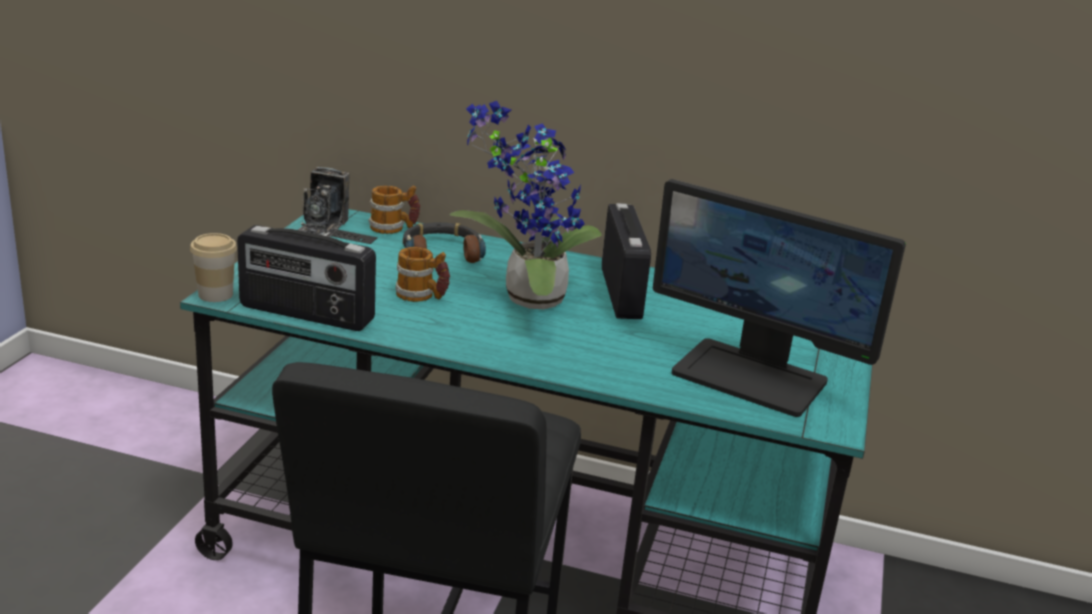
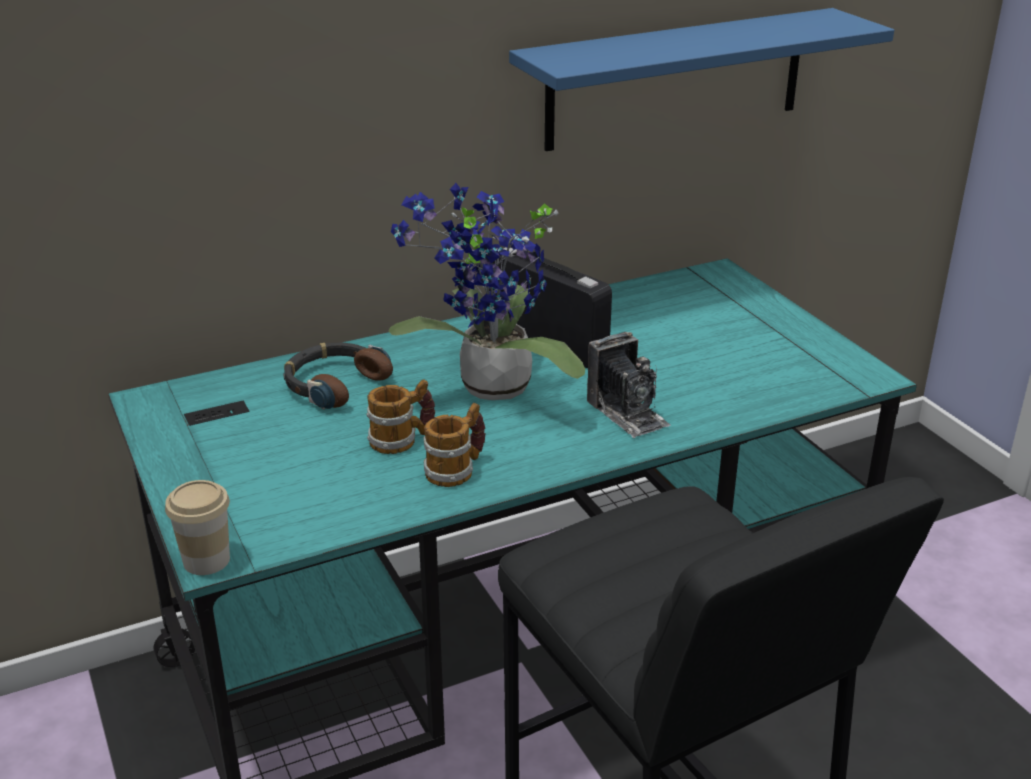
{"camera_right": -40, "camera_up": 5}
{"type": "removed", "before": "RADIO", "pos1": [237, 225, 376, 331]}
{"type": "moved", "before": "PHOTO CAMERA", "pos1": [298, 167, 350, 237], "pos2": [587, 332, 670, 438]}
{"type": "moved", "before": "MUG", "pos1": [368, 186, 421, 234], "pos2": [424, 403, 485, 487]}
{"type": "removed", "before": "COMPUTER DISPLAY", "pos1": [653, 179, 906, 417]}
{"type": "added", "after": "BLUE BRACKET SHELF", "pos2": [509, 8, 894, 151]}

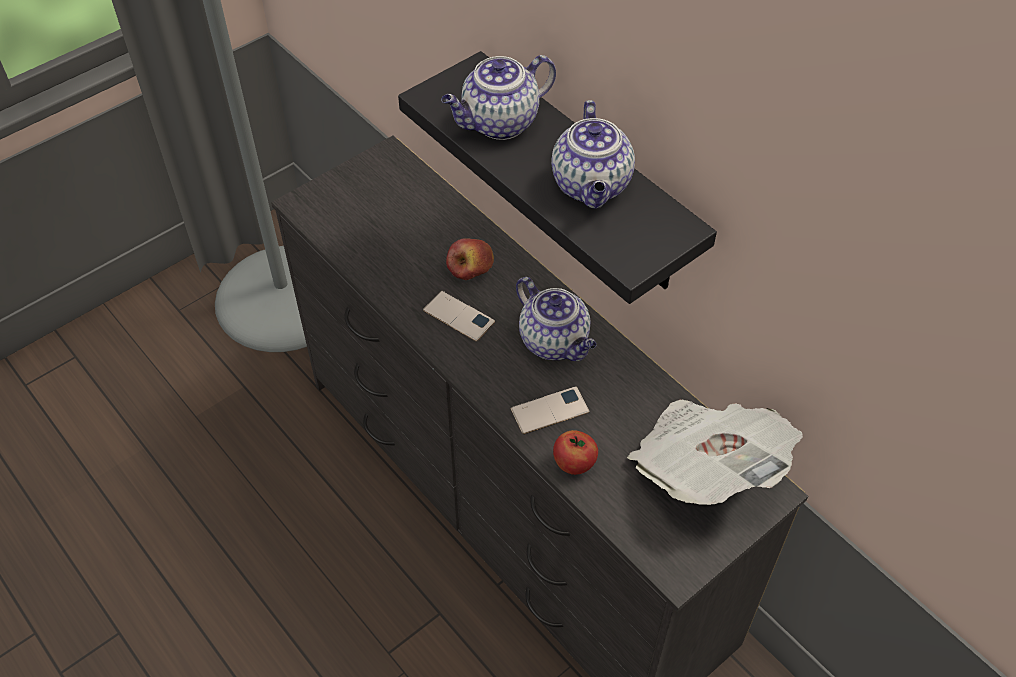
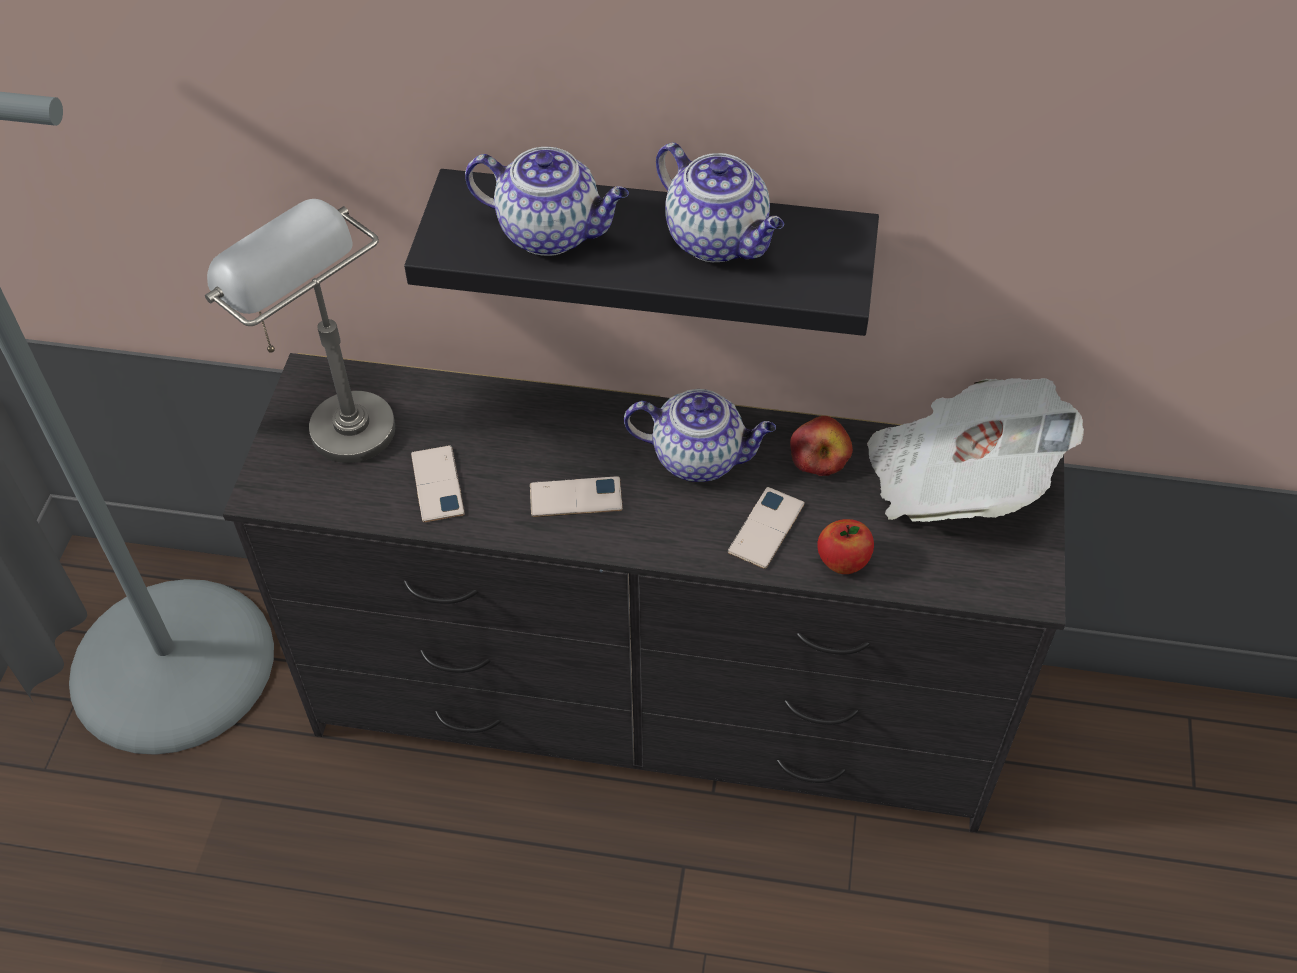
{"camera_right": -40, "camera_up": 0}
{"type": "turned", "before": "TEAPOT", "pos1": [441, 55, 556, 140], "pos2": [465, 147, 629, 256], "turn": -90}
{"type": "moved", "before": "WHOLE APPLE", "pos1": [446, 238, 494, 280], "pos2": [790, 416, 853, 476]}
{"type": "added", "after": "GREY TABLE LAMP", "pos2": [205, 199, 395, 463]}
{"type": "added", "after": "HANDSET", "pos2": [411, 445, 464, 523]}

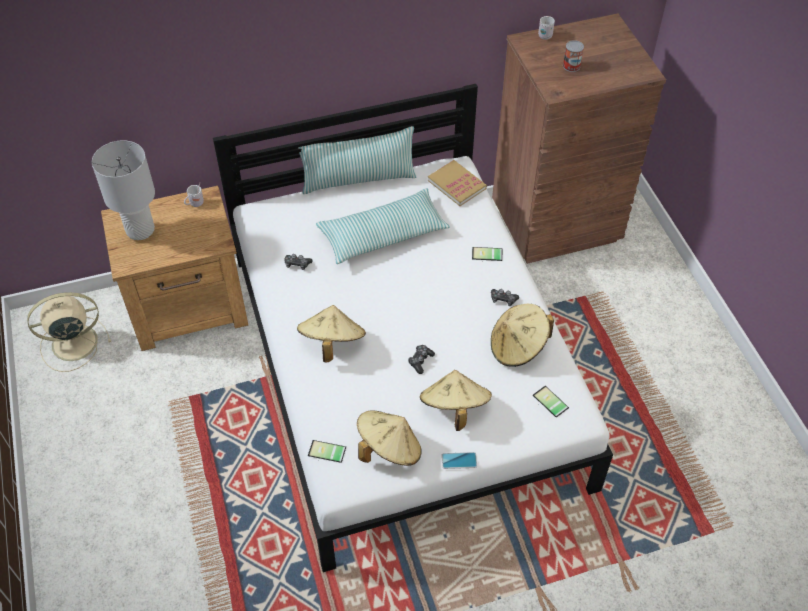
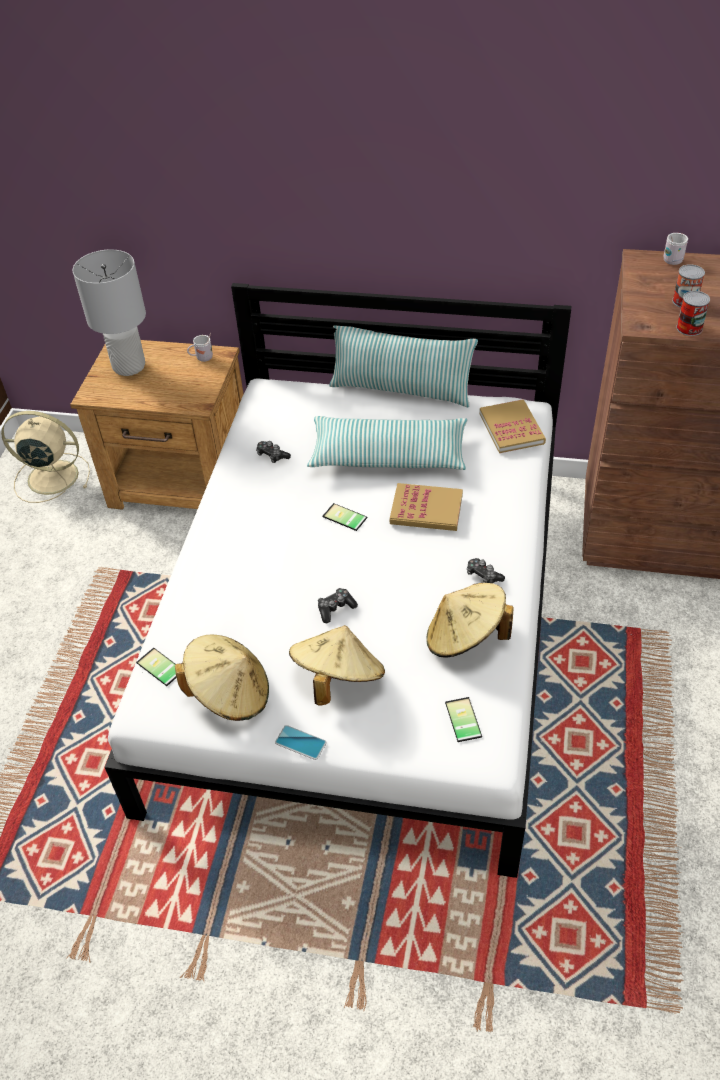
{"camera_right": 30, "camera_up": -5}
{"type": "removed", "before": "BEIGE WEARABLE HAT", "pos1": [297, 305, 366, 363]}
{"type": "moved", "before": "HANDSET", "pos1": [472, 247, 502, 261], "pos2": [323, 503, 367, 531]}
{"type": "added", "after": "BOOK", "pos2": [390, 483, 463, 531]}
{"type": "added", "after": "METAL CAN", "pos2": [676, 291, 710, 336]}

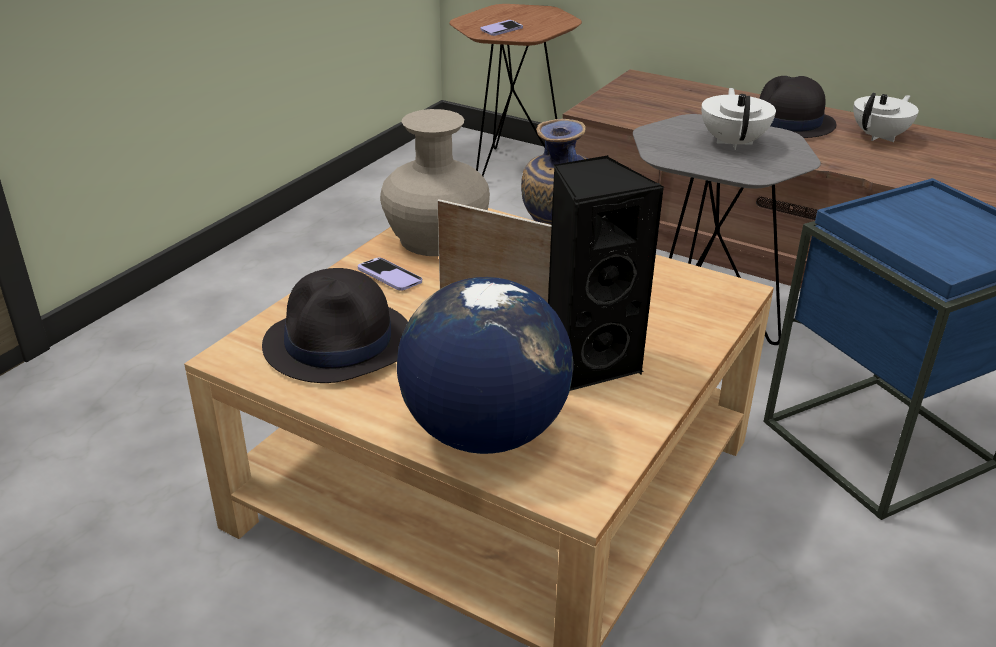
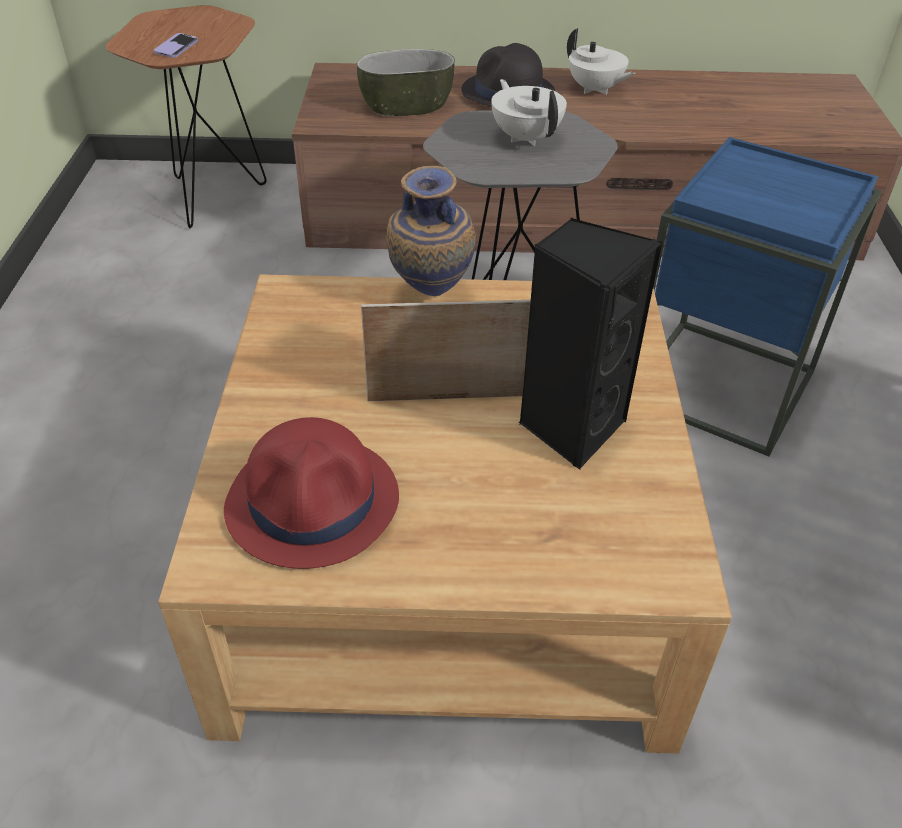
{"camera_right": -30, "camera_up": 10}
{"type": "recoloured", "before": "BLACK WEARABLE HAT", "after": "RED WEARABLE HAT", "pos1": [262, 268, 408, 383], "pos2": [224, 417, 399, 569]}
{"type": "removed", "before": "HANDSET", "pos1": [358, 258, 422, 291]}
{"type": "removed", "before": "BEIGE VASE", "pos1": [380, 109, 490, 256]}
{"type": "removed", "before": "DESK GLOBE", "pos1": [397, 277, 573, 454]}
{"type": "turned", "before": "WHITE-COLOURED TEAPOT", "pos1": [853, 93, 919, 142], "pos2": [567, 28, 636, 95], "turn": 120}
{"type": "added", "after": "DEEP DISH", "pos2": [356, 49, 455, 116]}

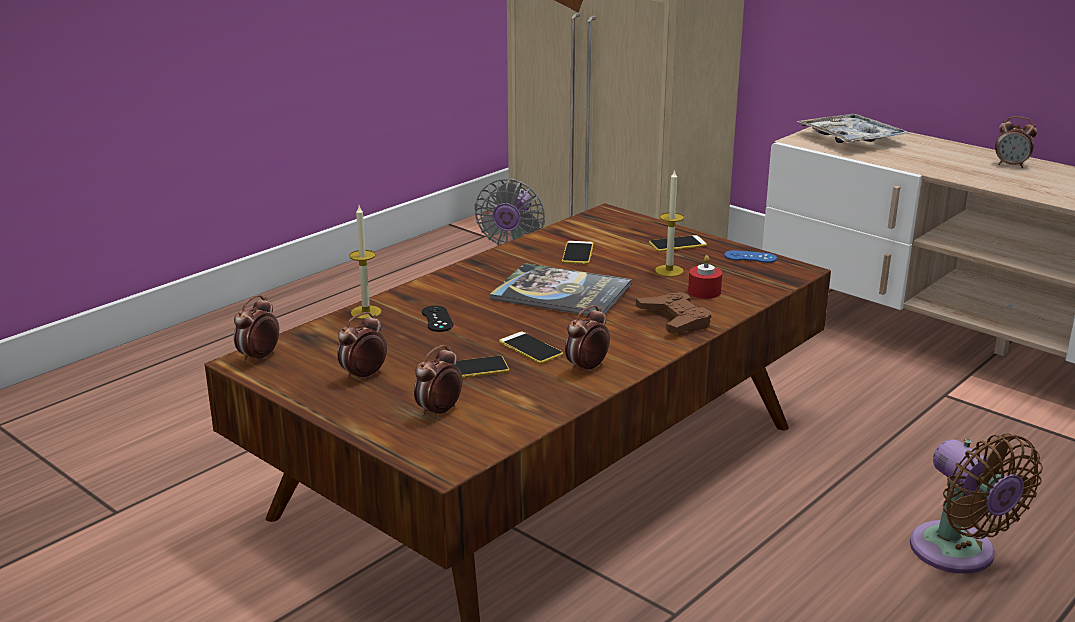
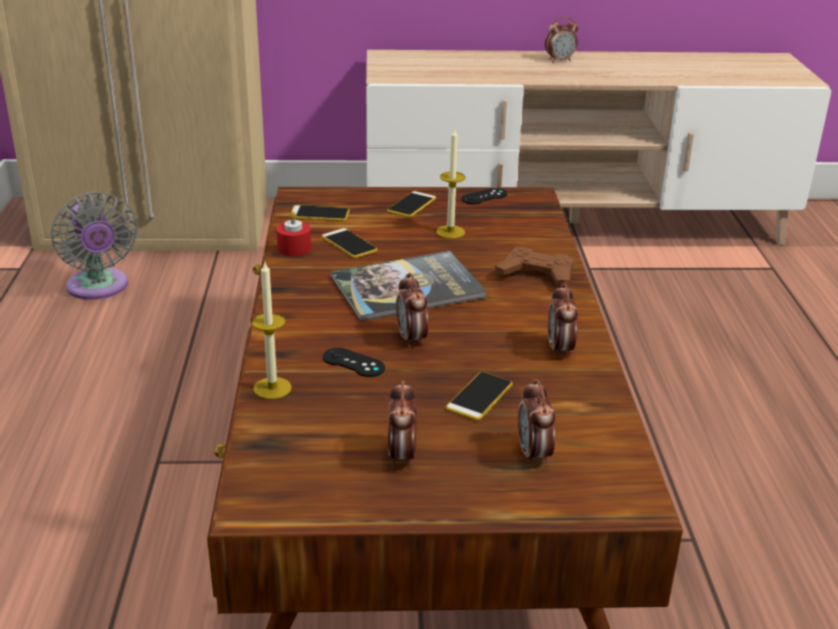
{"camera_right": -45, "camera_up": 5}
{"type": "moved", "before": "TABLE CLOCK", "pos1": [234, 295, 279, 363], "pos2": [396, 273, 429, 348]}
{"type": "moved", "before": "HANDSET", "pos1": [499, 332, 563, 364], "pos2": [289, 205, 350, 221]}
{"type": "moved", "before": "RED WAX LIGHT", "pos1": [688, 255, 722, 299], "pos2": [276, 211, 311, 256]}
{"type": "recoloured", "before": "BLUE JOYPAD", "after": "BLACK JOYPAD", "pos1": [724, 250, 777, 263], "pos2": [461, 188, 507, 204]}
{"type": "removed", "before": "SERVING TRAY", "pos1": [797, 114, 911, 143]}
{"type": "removed", "before": "BROWN-COLOURED FAN", "pos1": [910, 434, 1043, 574]}

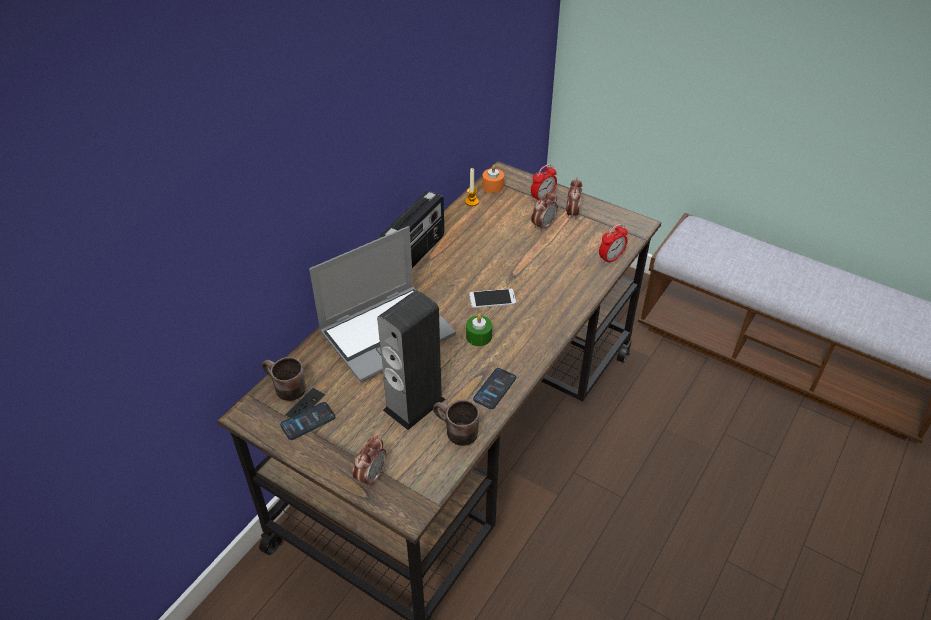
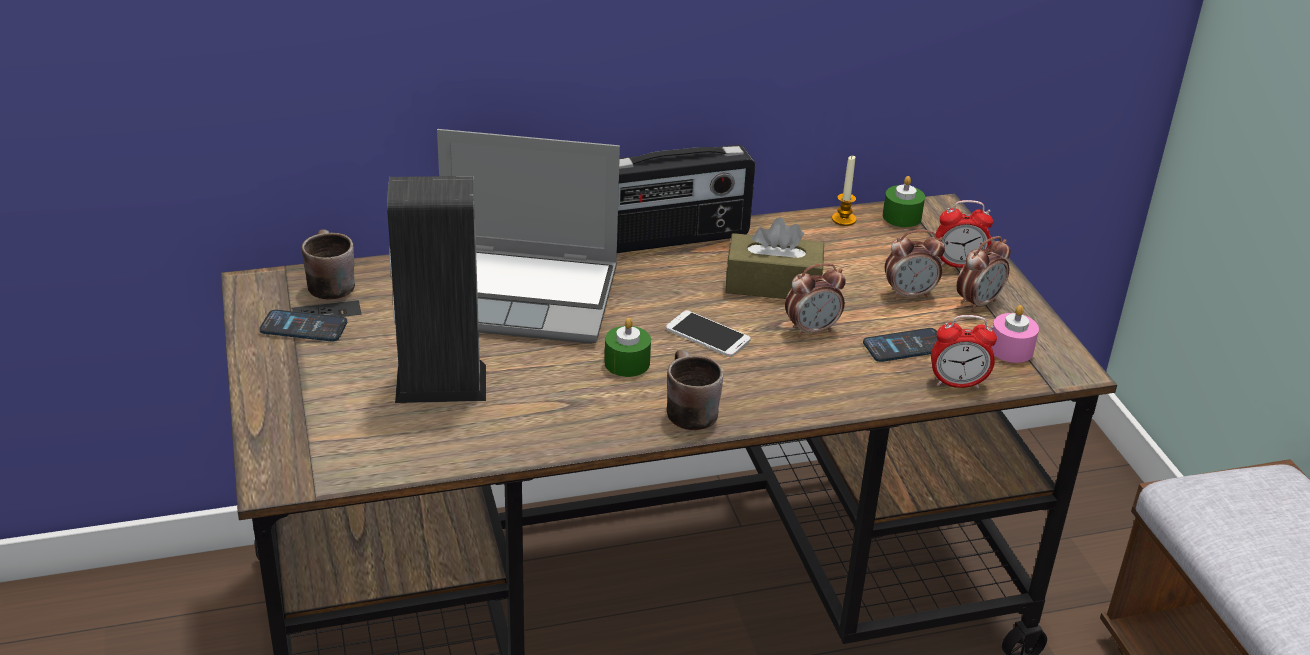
{"camera_right": 40, "camera_up": -10}
{"type": "moved", "before": "TABLE CLOCK", "pos1": [353, 436, 386, 488], "pos2": [785, 263, 846, 338]}
{"type": "moved", "before": "BROWN-COLOURED MUG", "pos1": [433, 400, 479, 446], "pos2": [667, 350, 723, 430]}
{"type": "moved", "before": "HANDSET", "pos1": [473, 368, 516, 409], "pos2": [863, 328, 937, 362]}
{"type": "recoloured", "before": "ORANGE WAX LIGHT", "after": "GREEN WAX LIGHT", "pos1": [482, 165, 504, 193], "pos2": [883, 176, 925, 227]}
{"type": "added", "after": "BROWN-COLOURED BOX OF TISSUES", "pos2": [725, 218, 824, 299]}
{"type": "added", "after": "PINK-COLOURED WAX LIGHT", "pos2": [992, 305, 1039, 363]}

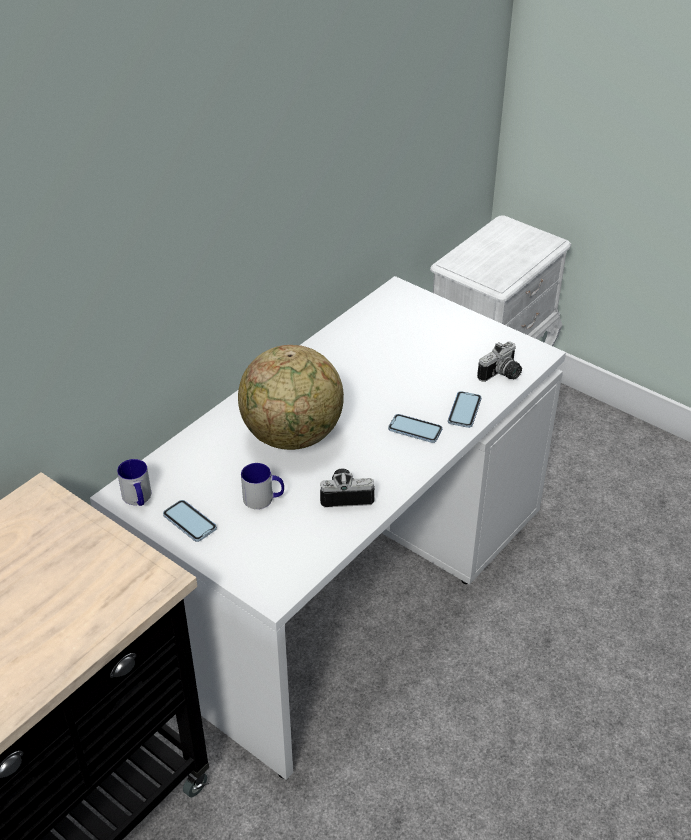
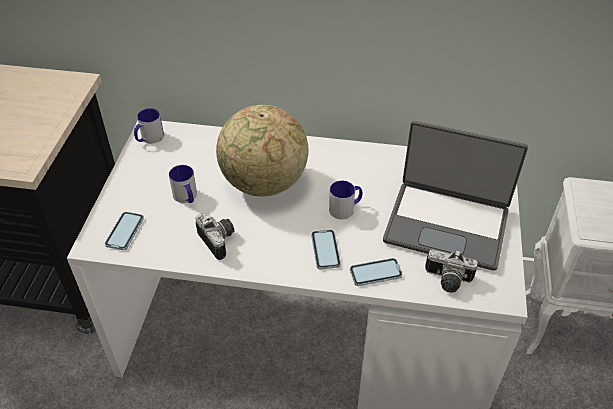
{"camera_right": 60, "camera_up": 5}
{"type": "moved", "before": "HANDSET", "pos1": [163, 500, 217, 542], "pos2": [105, 212, 144, 250]}
{"type": "added", "after": "MUG", "pos2": [329, 181, 362, 219]}
{"type": "added", "after": "NOTEBOOK COMPUTER", "pos2": [383, 121, 528, 271]}

